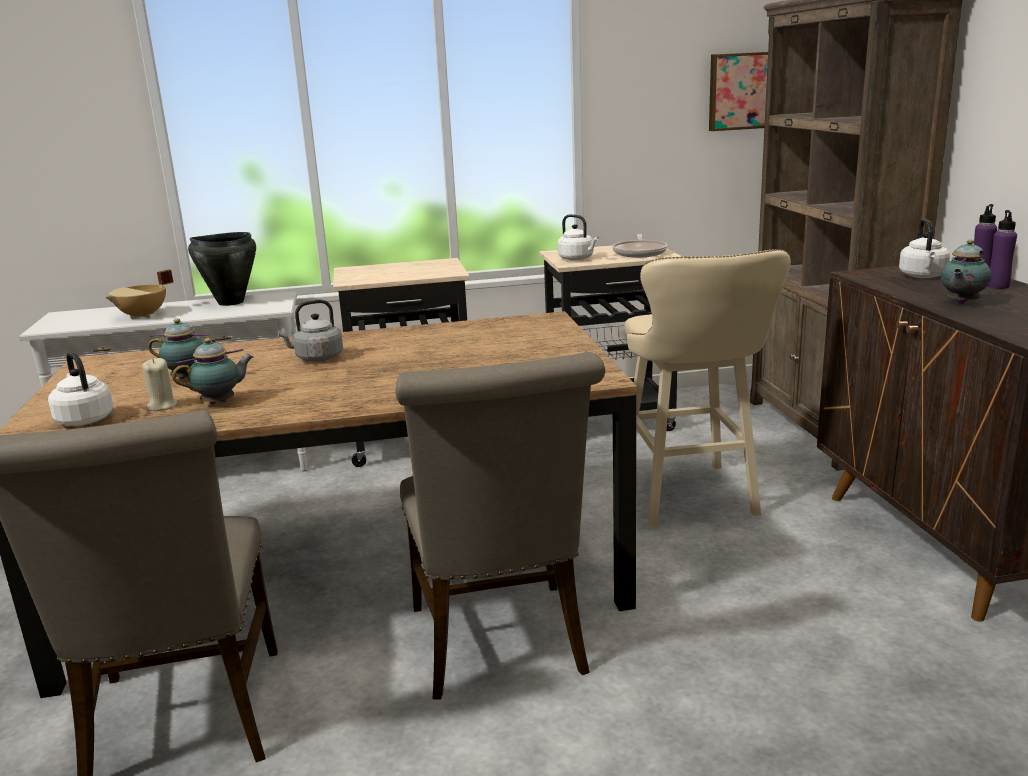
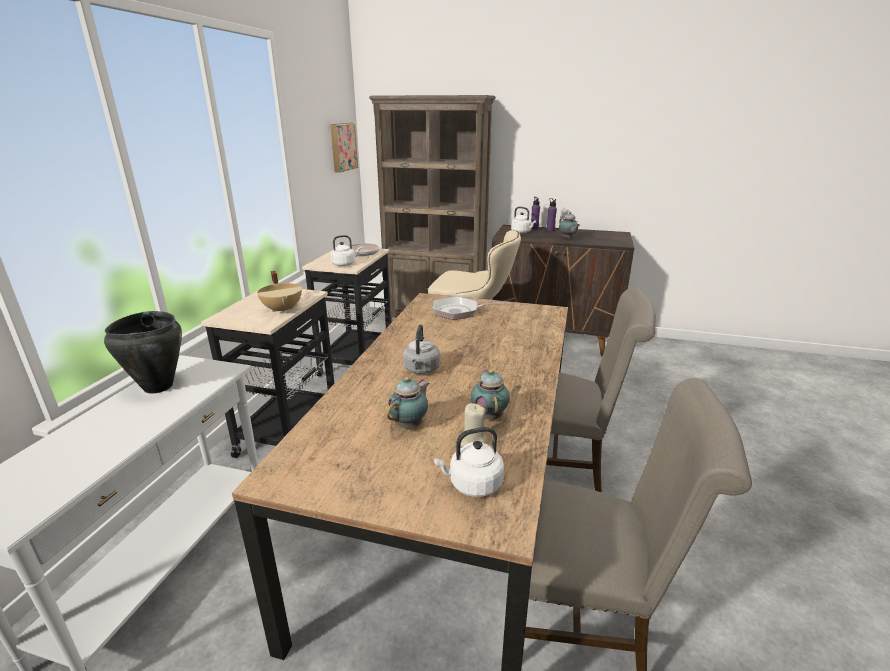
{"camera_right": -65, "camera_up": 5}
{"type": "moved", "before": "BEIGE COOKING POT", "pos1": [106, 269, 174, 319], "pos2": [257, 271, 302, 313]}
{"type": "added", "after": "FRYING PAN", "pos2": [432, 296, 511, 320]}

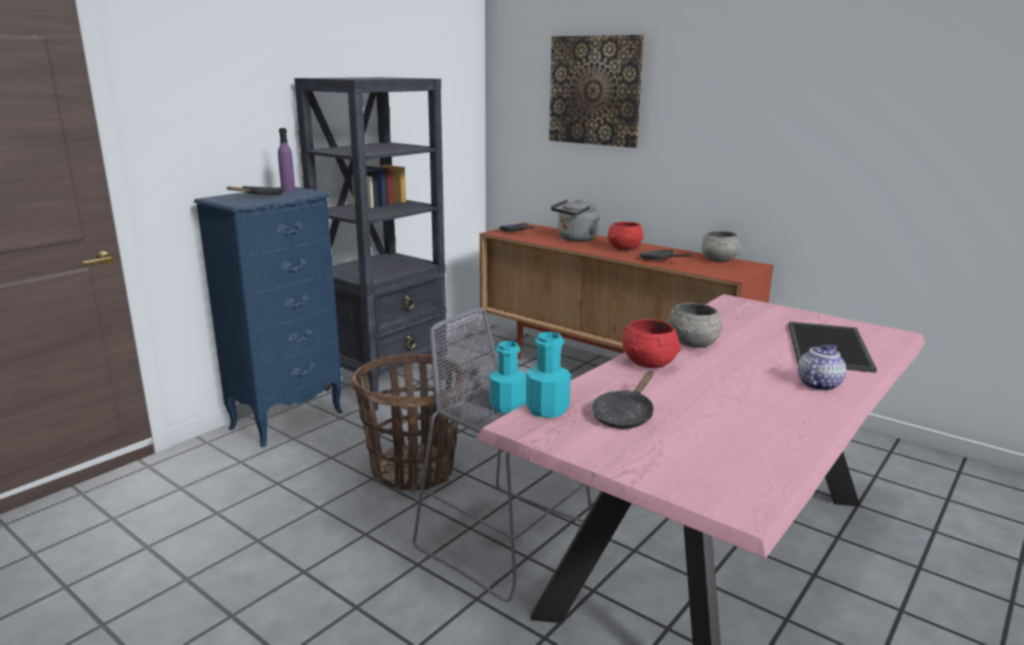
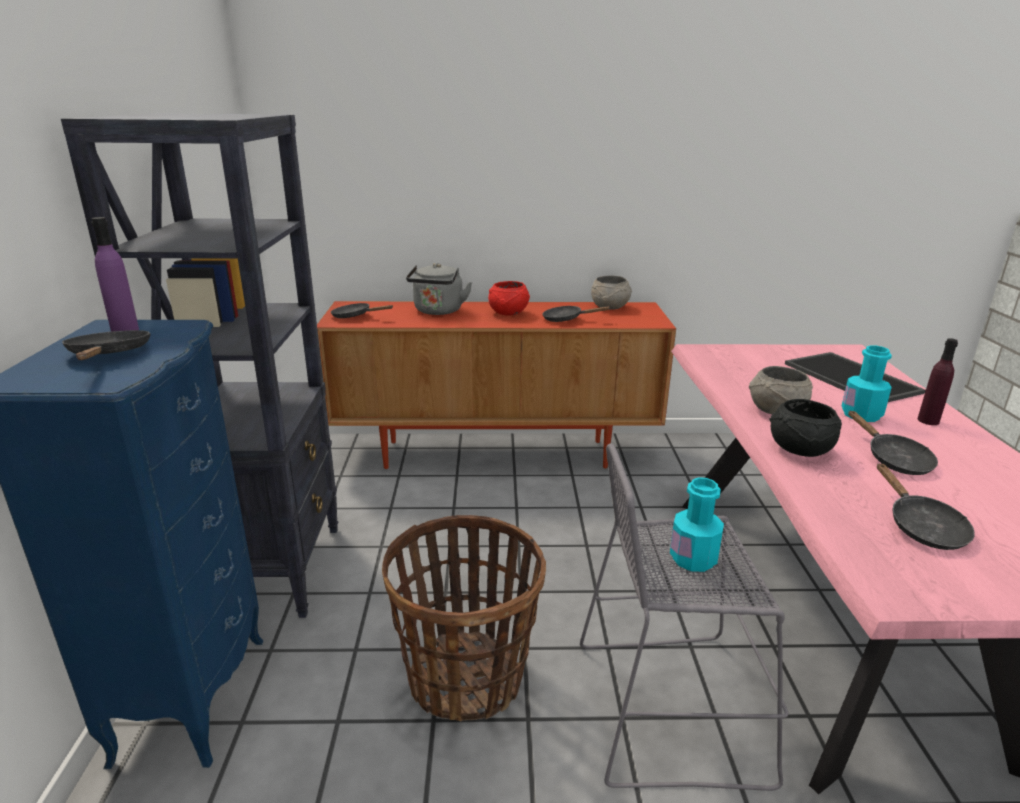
{"camera_right": -40, "camera_up": 5}
{"type": "moved", "before": "TURQUOISE BOTTLE", "pos1": [526, 332, 571, 418], "pos2": [842, 346, 892, 422]}
{"type": "removed", "before": "WALL ART", "pos1": [549, 35, 645, 148]}
{"type": "recoloured", "before": "RED DEEP DISH", "after": "BLACK DEEP DISH", "pos1": [622, 319, 681, 368], "pos2": [769, 399, 842, 457]}
{"type": "replaced", "before": "TEAPOT", "after": "PURPLE BOTTLE", "pos1": [798, 344, 846, 391], "pos2": [917, 338, 958, 425]}
{"type": "added", "after": "BLACK FRYING PAN", "pos2": [848, 410, 938, 475]}

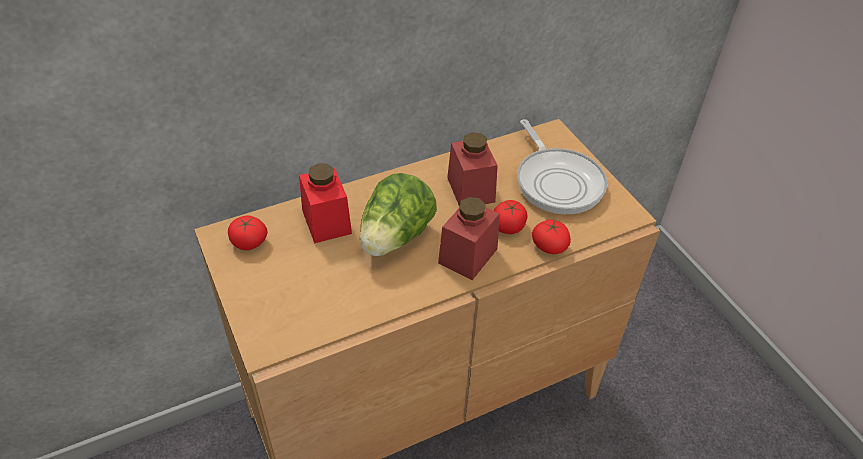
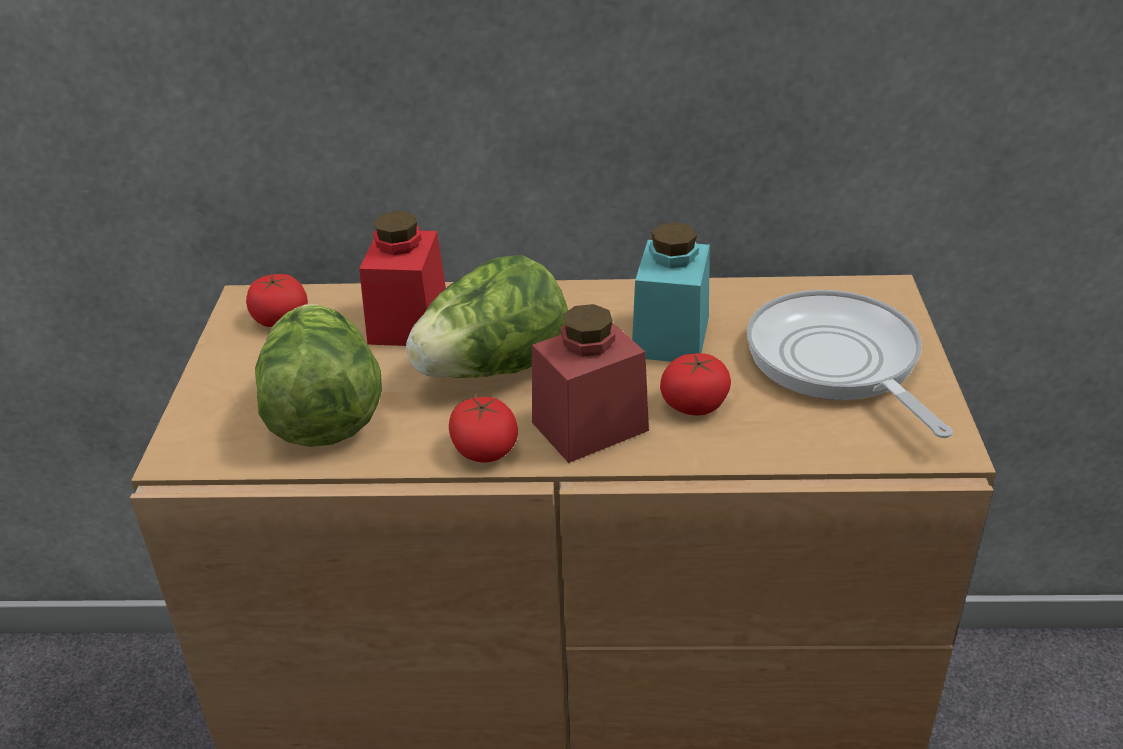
{"camera_right": 30, "camera_up": -10}
{"type": "recoloured", "before": "RED STORAGE JAR", "after": "TURQUOISE STORAGE JAR", "pos1": [447, 132, 498, 206], "pos2": [632, 222, 710, 362]}
{"type": "turned", "before": "FRYING PAN", "pos1": [517, 119, 607, 214], "pos2": [747, 290, 953, 438], "turn": 150}
{"type": "moved", "before": "TOMATO", "pos1": [532, 220, 571, 254], "pos2": [449, 397, 518, 462]}
{"type": "added", "after": "LETTUCE HEAD", "pos2": [255, 304, 382, 447]}

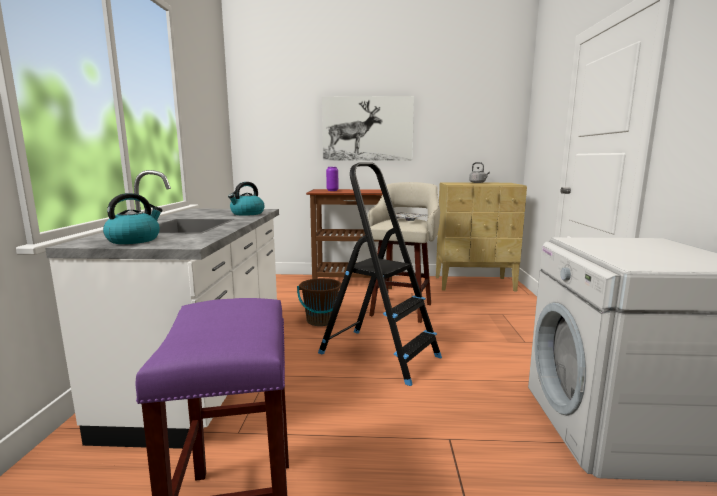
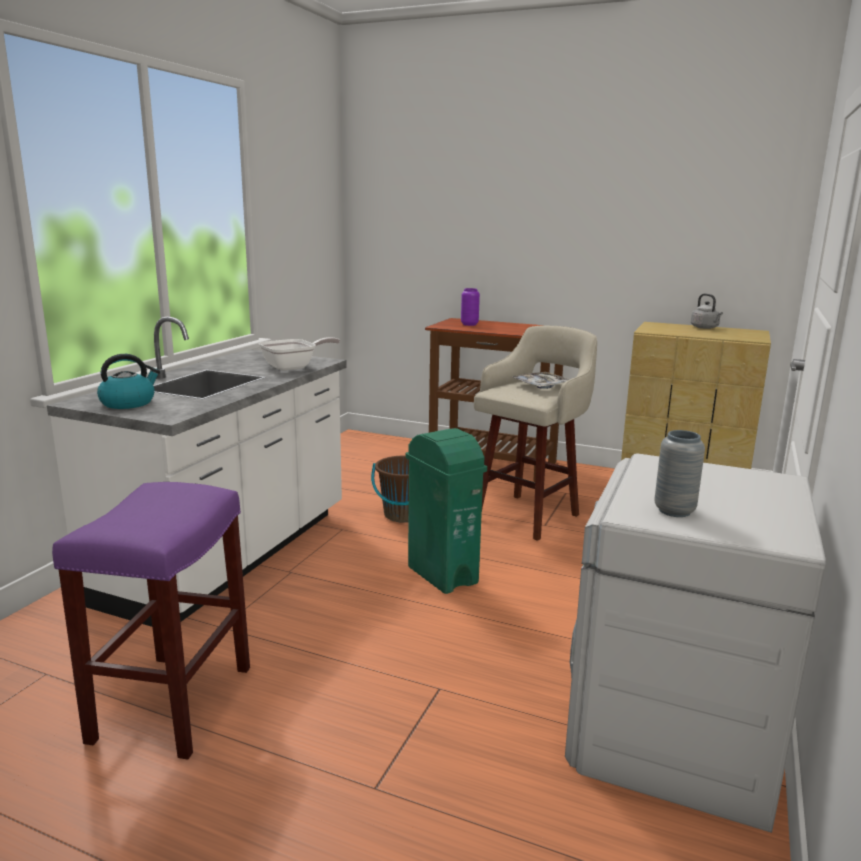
{"camera_right": 20, "camera_up": 5}
{"type": "replaced", "before": "KETTLE", "after": "FRYING PAN", "pos1": [228, 182, 265, 216], "pos2": [258, 337, 340, 371]}
{"type": "replaced", "before": "BLACK STEP STOOL", "after": "GREEN RUBBISH BIN", "pos1": [318, 162, 442, 386], "pos2": [406, 428, 487, 594]}
{"type": "removed", "before": "WALL ART", "pos1": [322, 96, 414, 161]}
{"type": "added", "after": "GREY VASE", "pos2": [654, 430, 705, 517]}

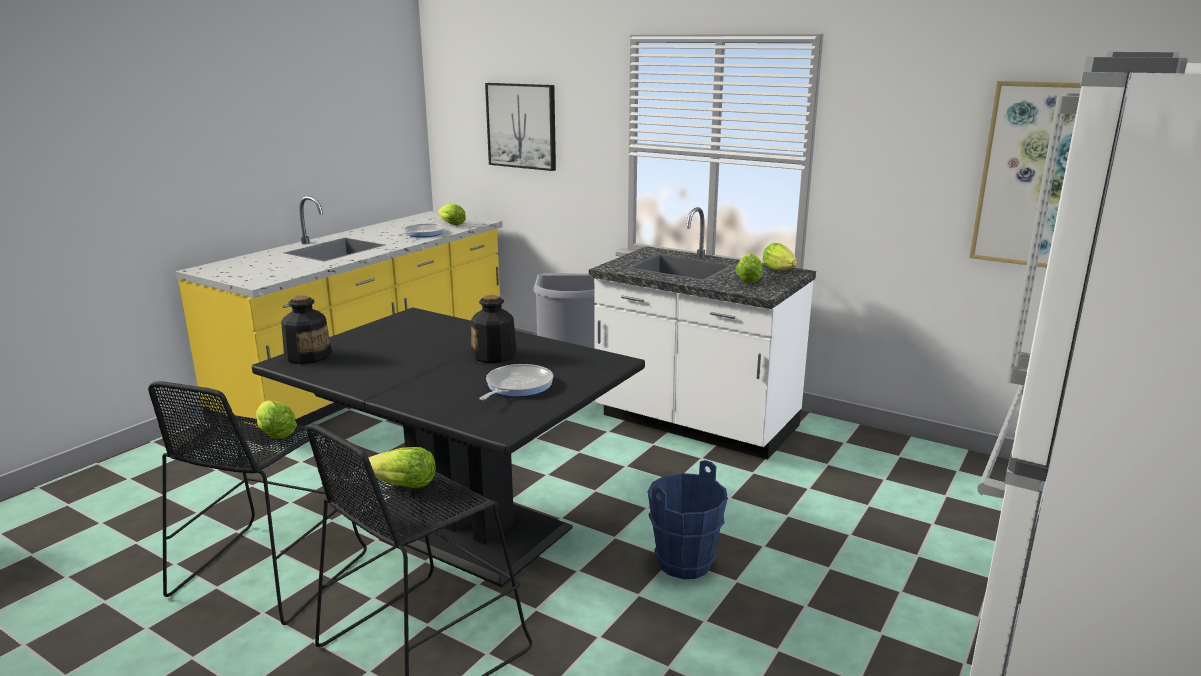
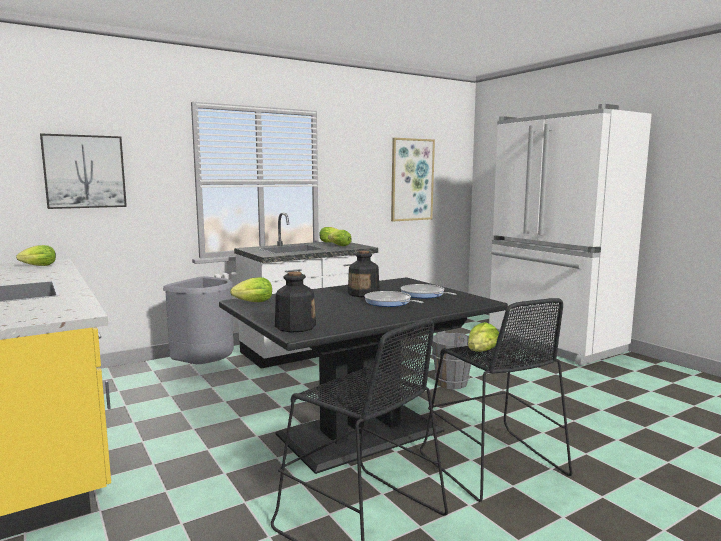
{"camera_right": -65, "camera_up": -10}
{"type": "moved", "before": "LETTUCE HEAD", "pos1": [256, 401, 297, 439], "pos2": [230, 277, 272, 302]}
{"type": "moved", "before": "FRYING PAN", "pos1": [398, 223, 445, 237], "pos2": [364, 291, 424, 307]}
{"type": "recoloured", "before": "BLUE BUCKET", "after": "GREY BUCKET", "pos1": [648, 460, 728, 579], "pos2": [432, 331, 471, 389]}

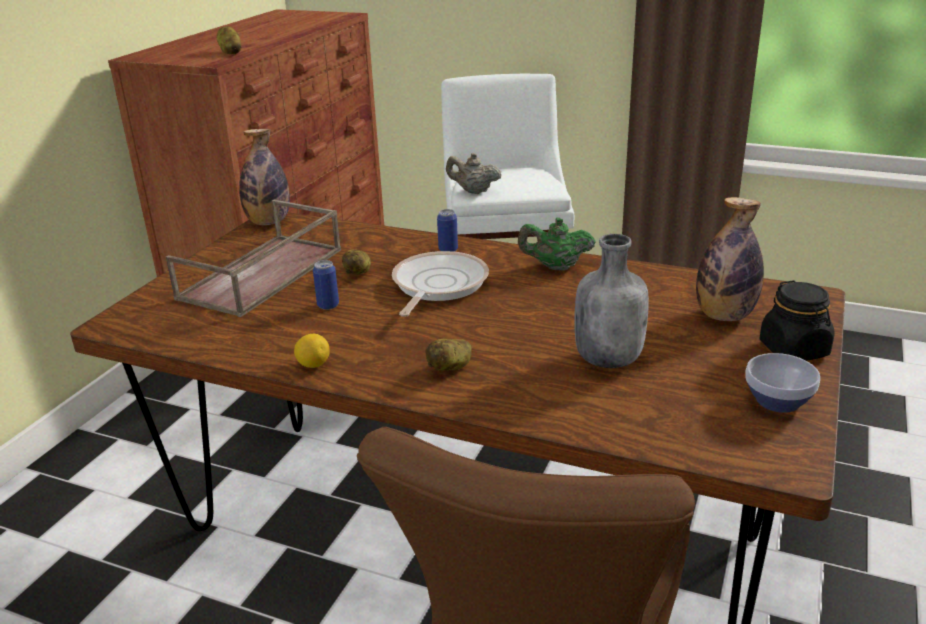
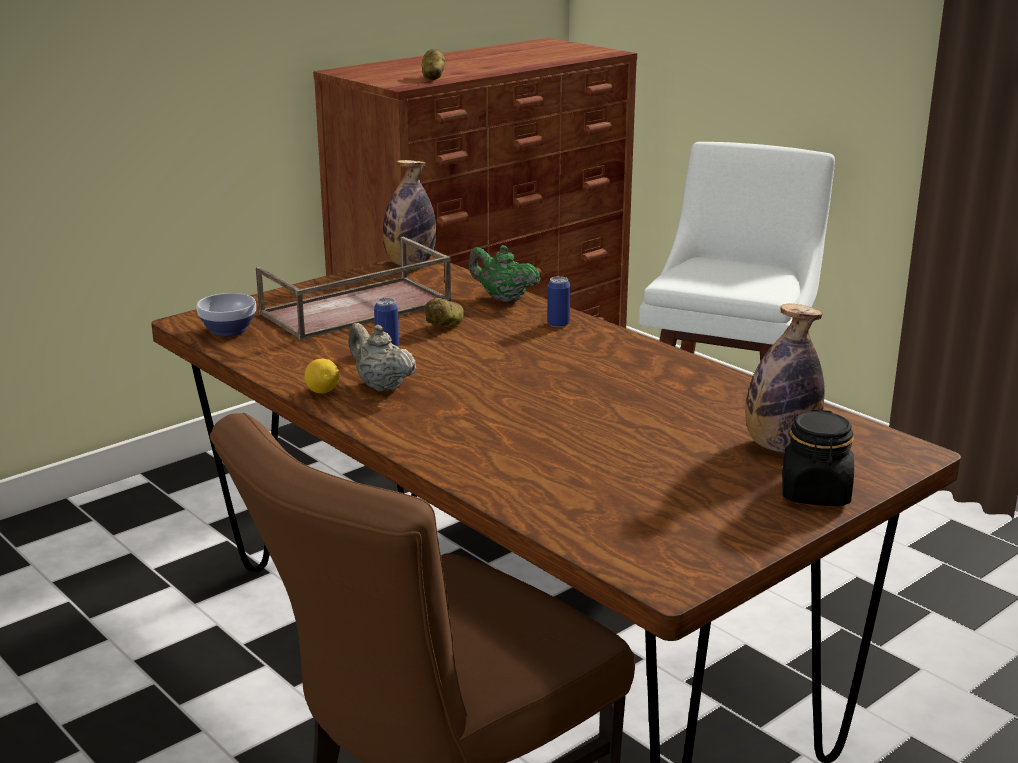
{"camera_right": 25, "camera_up": -5}
{"type": "removed", "before": "FRYING PAN", "pos1": [392, 251, 489, 317]}
{"type": "removed", "before": "SPUD", "pos1": [425, 339, 472, 371]}
{"type": "moved", "before": "BEIGE TEAPOT", "pos1": [446, 153, 501, 194], "pos2": [349, 323, 417, 392]}
{"type": "moved", "before": "GREEN TEAPOT", "pos1": [518, 218, 596, 271], "pos2": [468, 245, 541, 302]}
{"type": "removed", "before": "GREY BOTTLE", "pos1": [574, 234, 649, 368]}
{"type": "moved", "before": "DEEP DISH", "pos1": [745, 353, 820, 413], "pos2": [197, 293, 256, 337]}

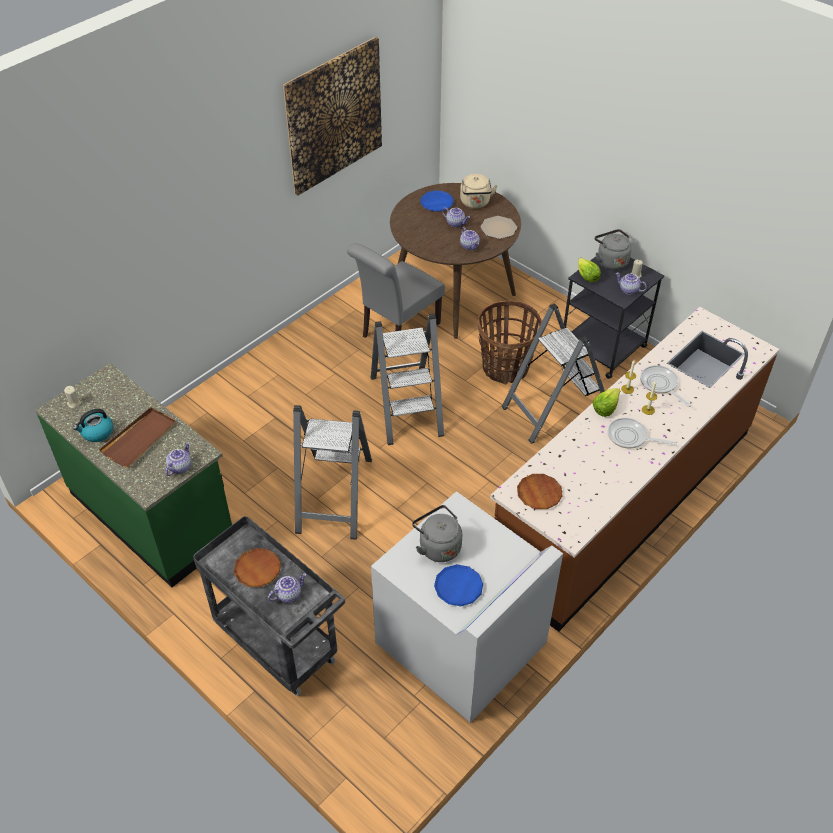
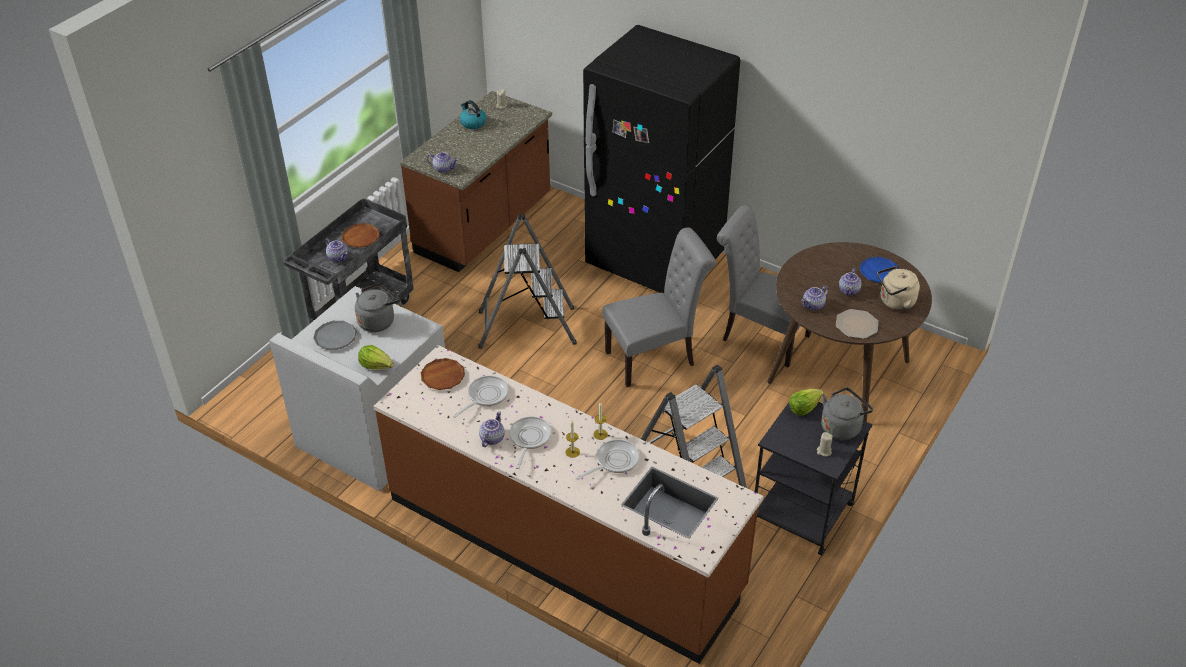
{"camera_right": 80, "camera_up": -5}
{"type": "recoloured", "before": "GREEN KITCHEN BASE UNIT", "after": "BROWN-COLOURED KITCHEN BASE UNIT", "pos1": [35, 363, 232, 587], "pos2": [400, 91, 552, 272]}
{"type": "removed", "before": "BROWN-COLOURED SERVING TRAY", "pos1": [99, 407, 177, 468]}
{"type": "removed", "before": "WALL ART", "pos1": [283, 37, 382, 196]}
{"type": "replaced", "before": "GREY STEP STOOL", "after": "GREY PLAIN CHAIR", "pos1": [370, 314, 444, 445], "pos2": [602, 227, 716, 387]}
{"type": "recoloured", "before": "BLUE PLATE", "after": "GREY PLATE", "pos1": [434, 564, 483, 606], "pos2": [313, 321, 357, 350]}
{"type": "removed", "before": "BASKET", "pos1": [477, 301, 542, 384]}
{"type": "moved", "before": "LETTUCE HEAD", "pos1": [593, 388, 621, 417], "pos2": [358, 345, 394, 370]}
{"type": "moved", "before": "TEAPOT", "pos1": [616, 273, 647, 295], "pos2": [479, 412, 505, 447]}
{"type": "added", "after": "FRYING PAN", "pos2": [453, 376, 509, 418]}
{"type": "added", "after": "BLACK FRIDGE", "pos2": [583, 25, 740, 293]}

